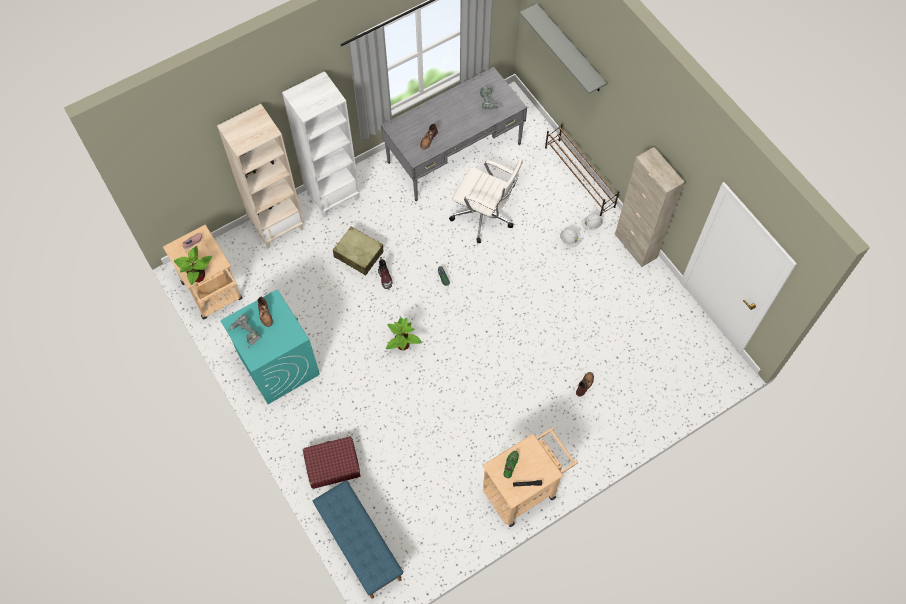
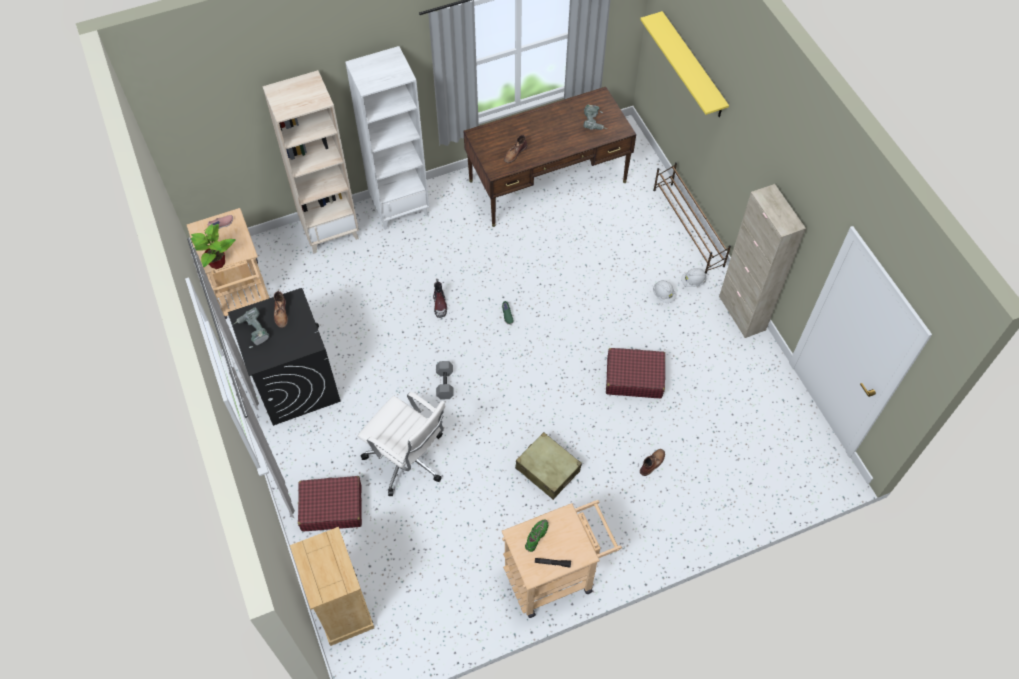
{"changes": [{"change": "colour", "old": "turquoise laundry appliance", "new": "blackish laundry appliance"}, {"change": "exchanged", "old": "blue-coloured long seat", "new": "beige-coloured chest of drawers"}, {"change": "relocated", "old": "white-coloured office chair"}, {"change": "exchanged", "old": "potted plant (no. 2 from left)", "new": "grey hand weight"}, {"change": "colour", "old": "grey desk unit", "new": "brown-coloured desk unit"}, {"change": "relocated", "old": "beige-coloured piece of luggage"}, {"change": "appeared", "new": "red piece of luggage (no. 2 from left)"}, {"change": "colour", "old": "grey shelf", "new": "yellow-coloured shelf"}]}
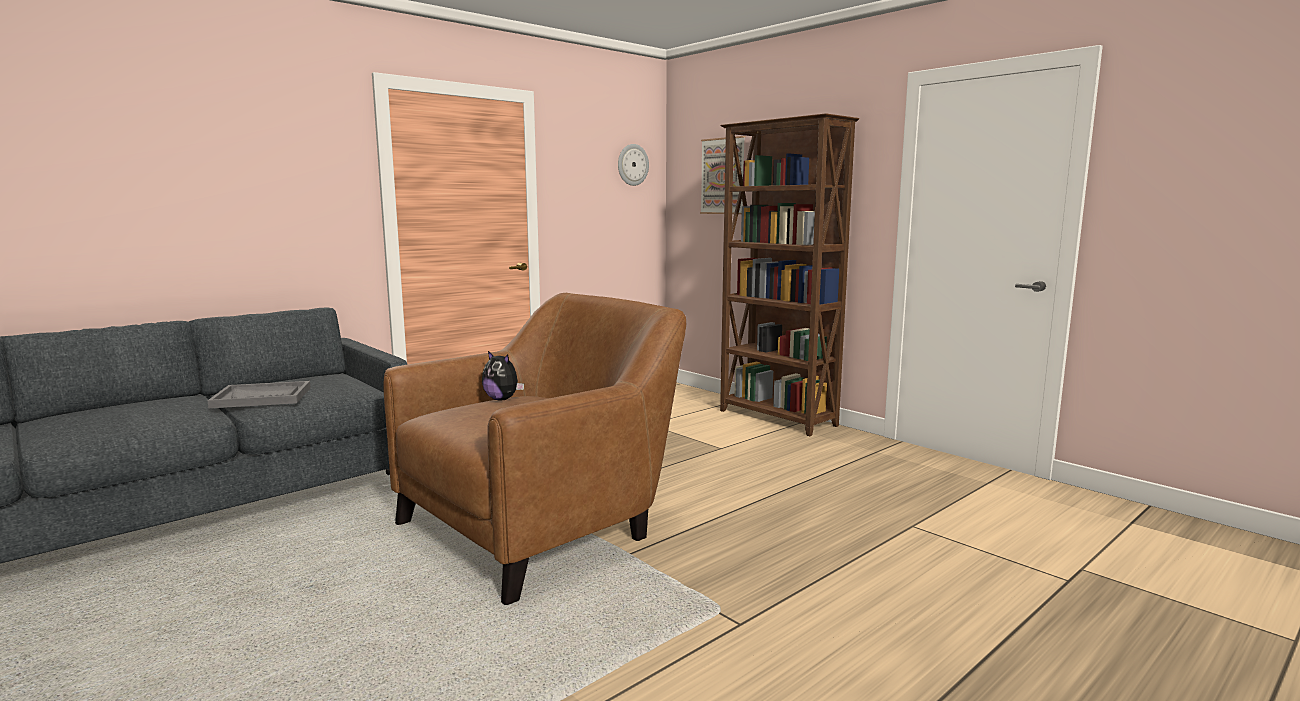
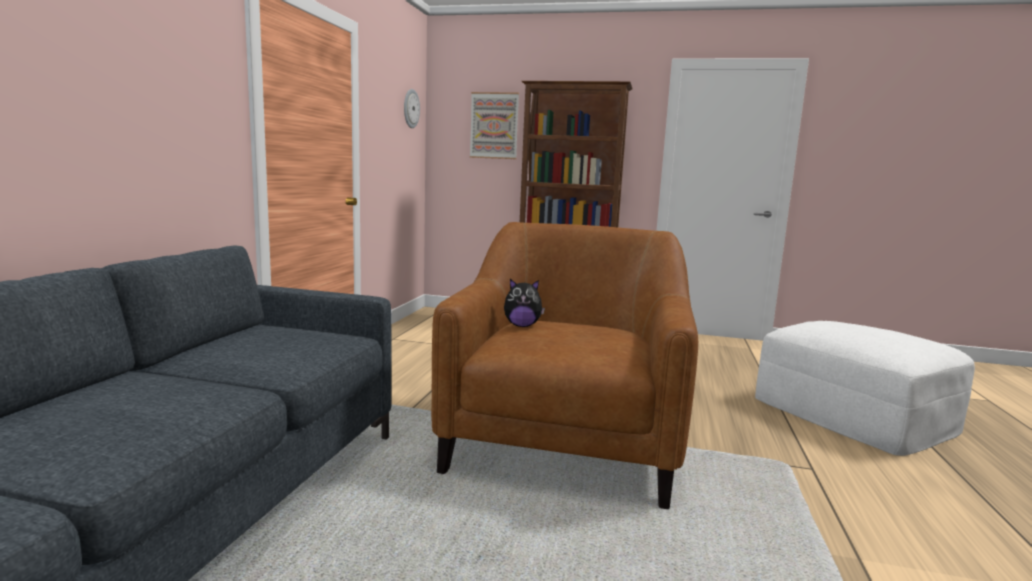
{"changes": [{"change": "appeared", "new": "white-coloured ottoman"}, {"change": "missing", "old": "grey serving tray"}]}
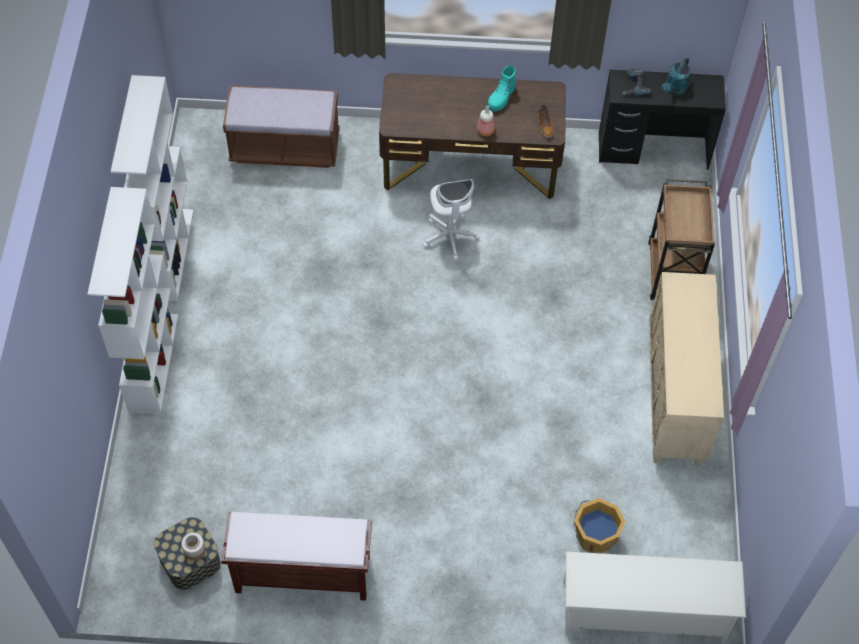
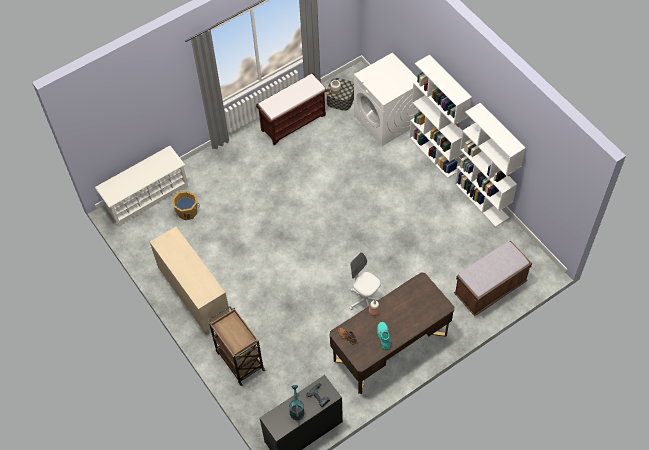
{"changes": [{"change": "appeared", "new": "white-coloured laundry appliance"}]}
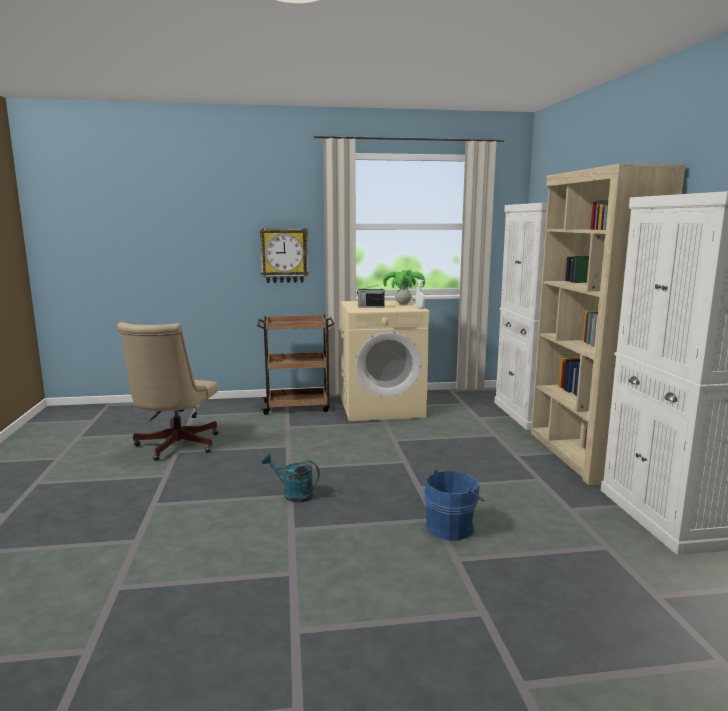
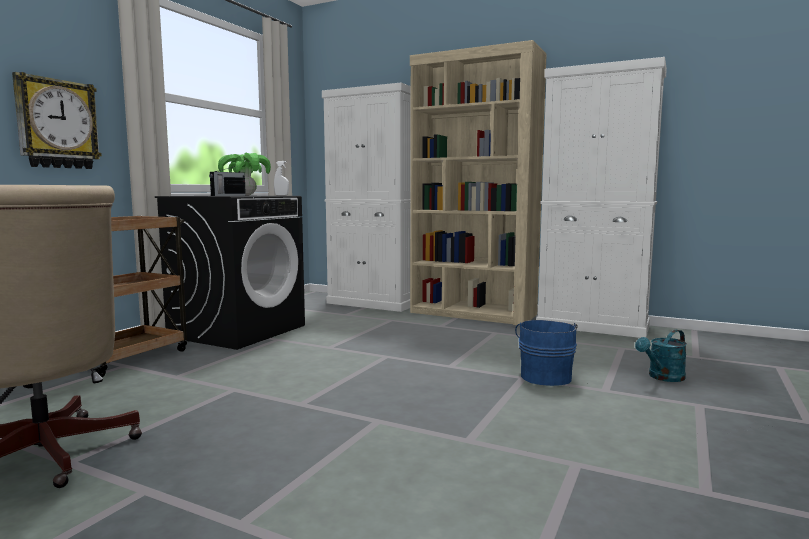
{"changes": [{"change": "colour", "old": "beige-coloured laundry appliance", "new": "blackish laundry appliance"}, {"change": "relocated", "old": "turquoise watering pot"}]}
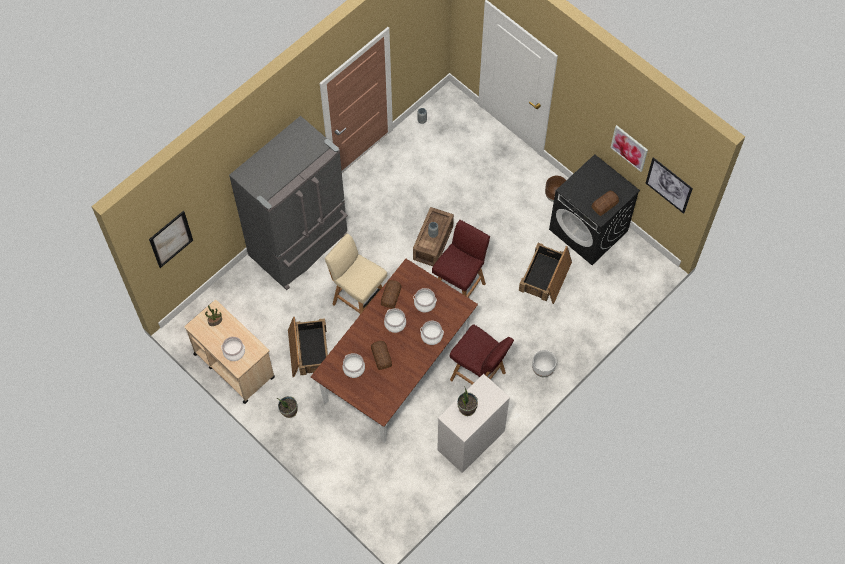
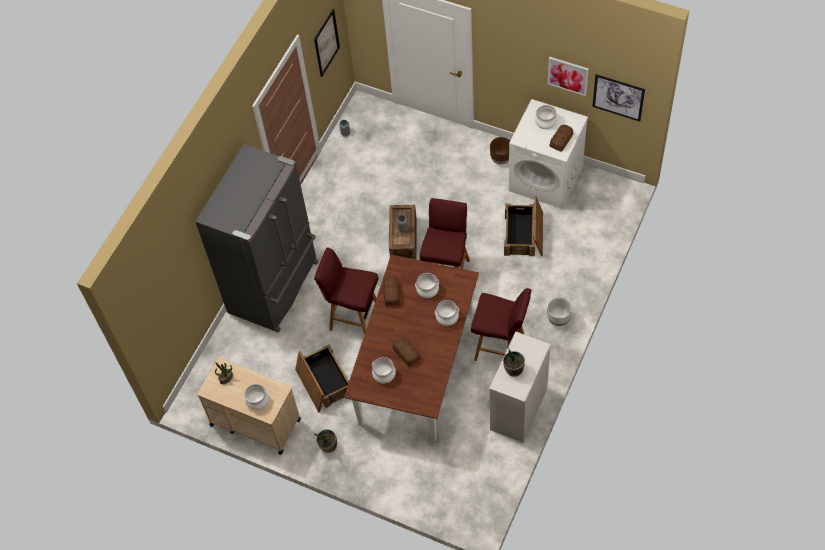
{"changes": [{"change": "relocated", "old": "wall picture (no. 1 from left)"}, {"change": "colour", "old": "beige-coloured stool", "new": "red stool (no. 1 from left)"}, {"change": "colour", "old": "blackish laundry appliance", "new": "white-coloured laundry appliance"}, {"change": "relocated", "old": "saucepot (no. 3 from left in the first image)", "new": "saucepot (no. 5 from left)"}]}
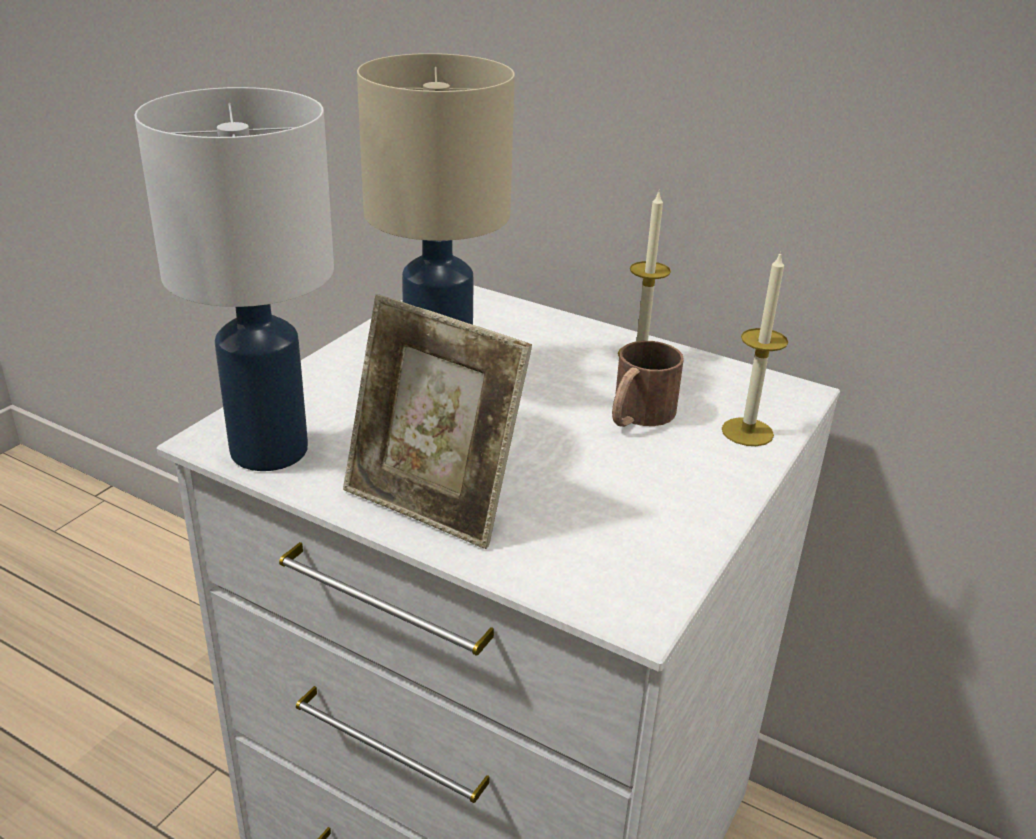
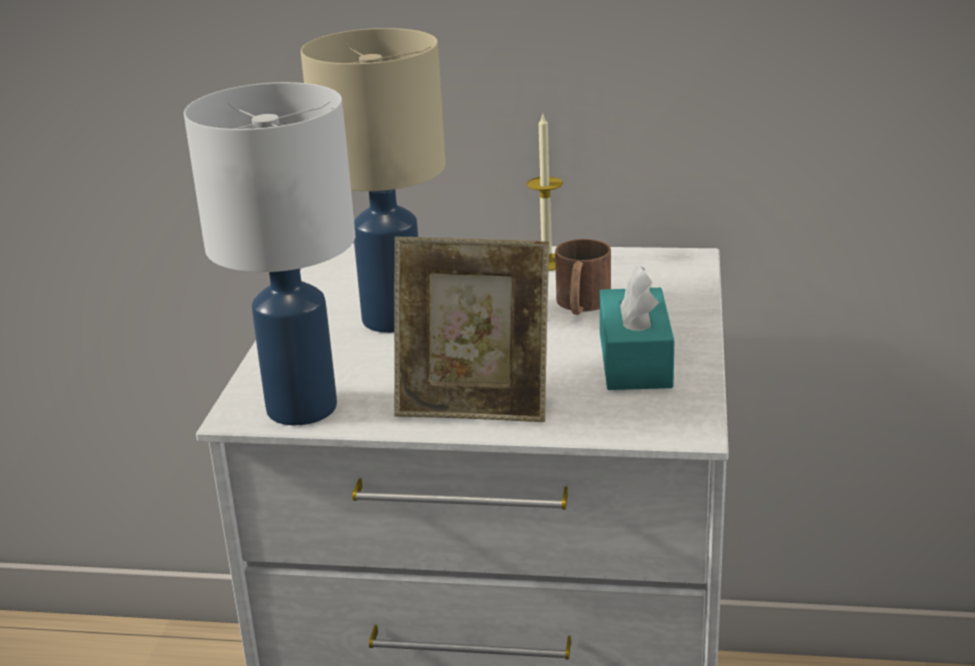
{"changes": [{"change": "appeared", "new": "turquoise box of tissues"}, {"change": "missing", "old": "candle (no. 2 from left)"}]}
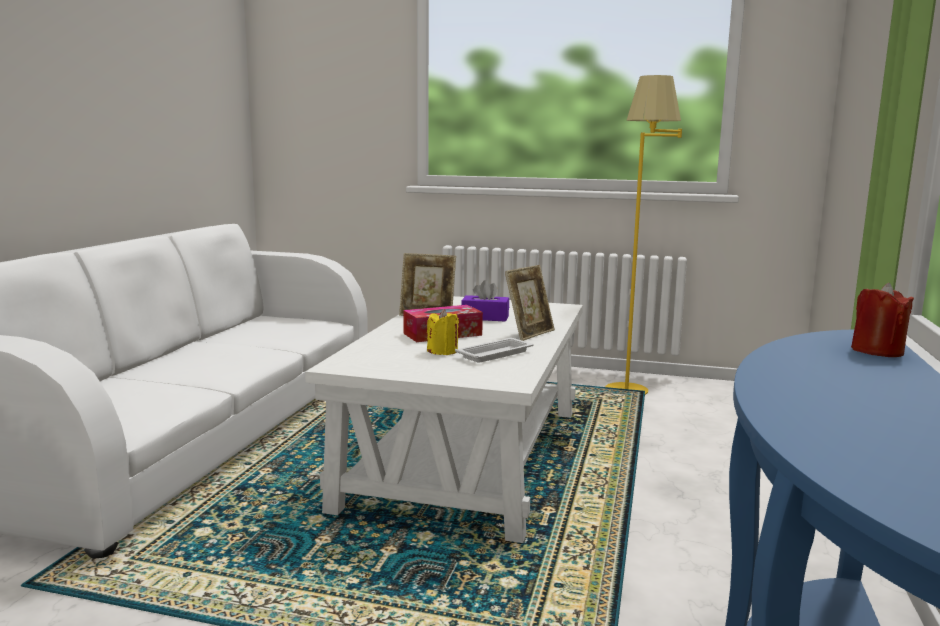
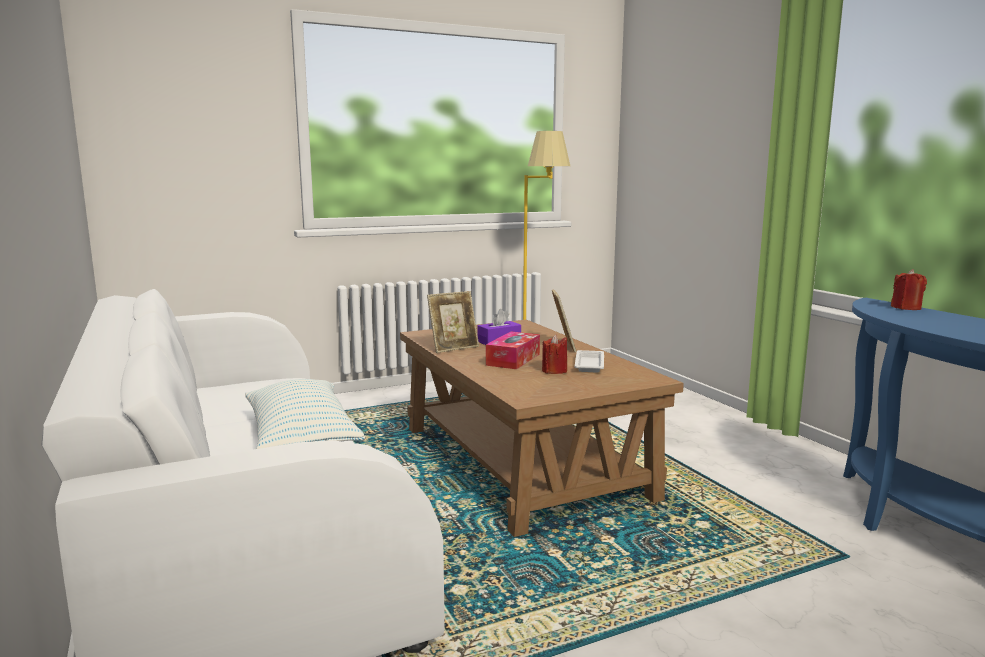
{"changes": [{"change": "appeared", "new": "pillow"}, {"change": "colour", "old": "white-coloured low table", "new": "brown-coloured low table"}, {"change": "colour", "old": "yellow-coloured candle", "new": "red candle (no. 1 from left)"}]}
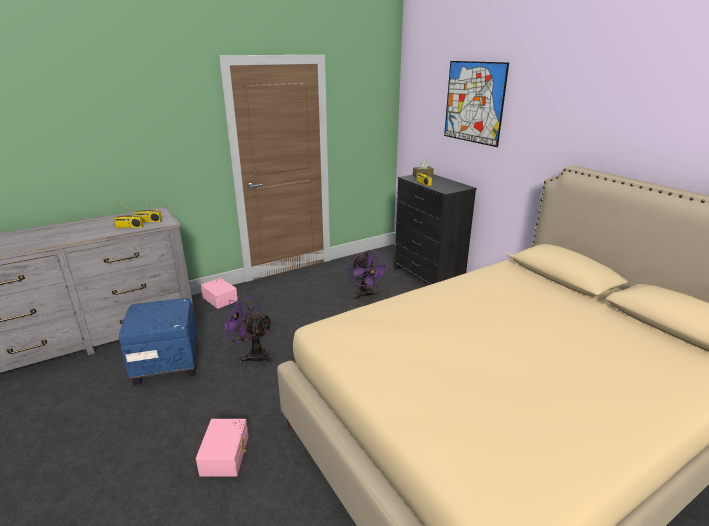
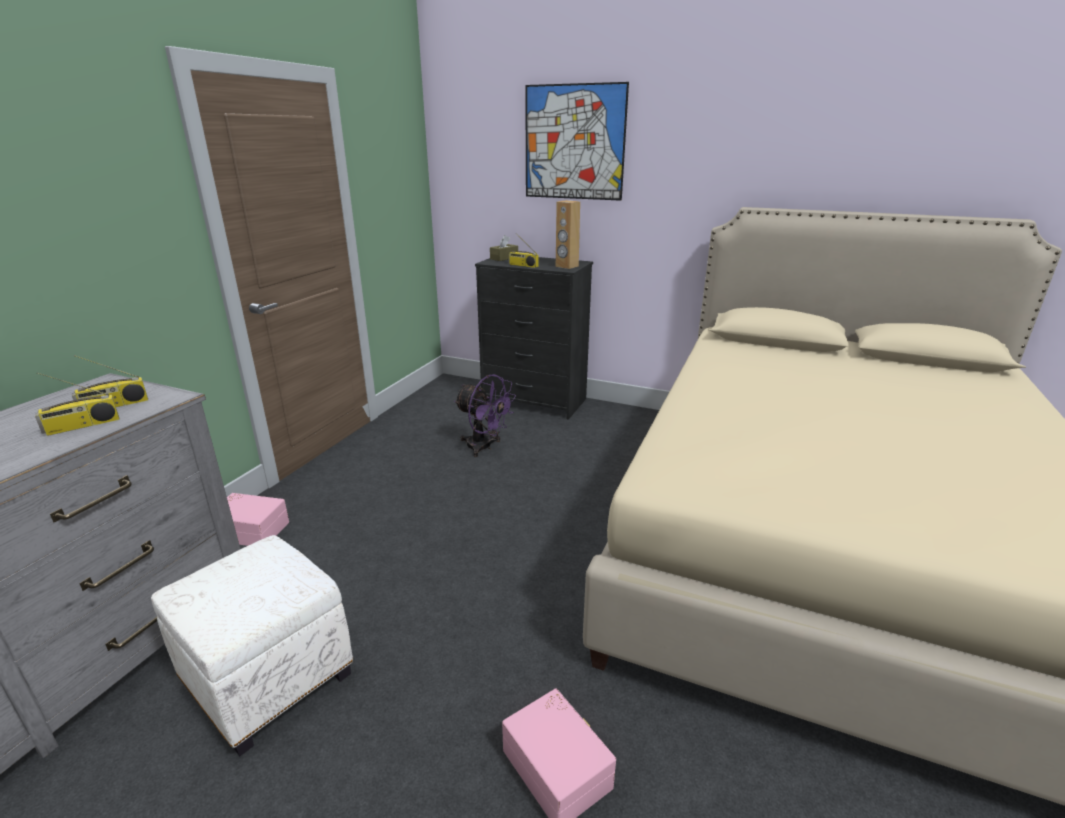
{"changes": [{"change": "colour", "old": "blue-coloured ottoman", "new": "white-coloured ottoman"}, {"change": "appeared", "new": "brown-coloured loudspeaker"}, {"change": "missing", "old": "purple cooling fan (no. 1 from left)"}]}
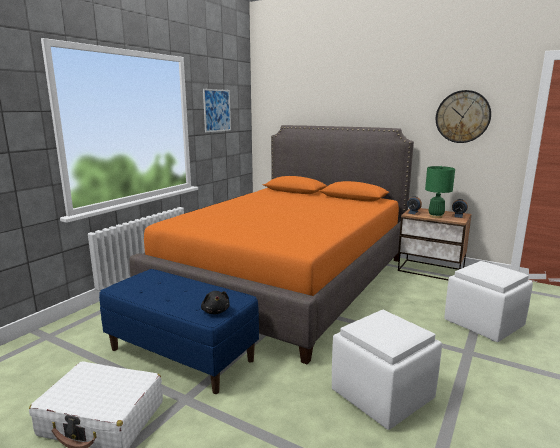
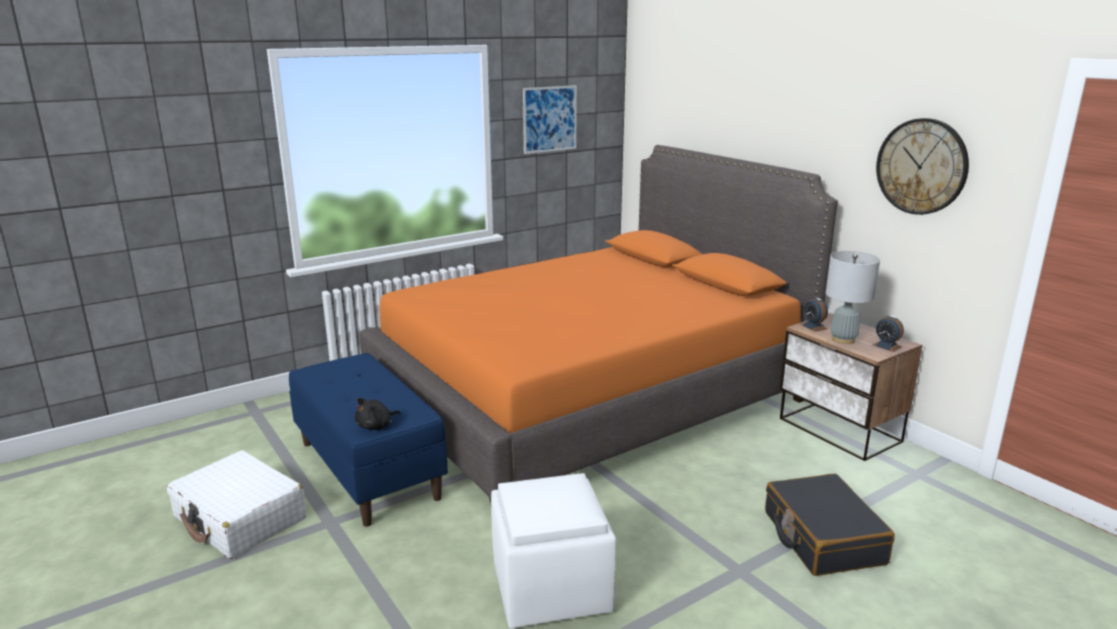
{"changes": [{"change": "spun", "old": "blackish cuddly toy", "degrees": 45}, {"change": "exchanged", "old": "white-coloured ottoman (no. 2 from left)", "new": "blackish piece of luggage"}, {"change": "colour", "old": "greenish tabletop lamp", "new": "grey tabletop lamp"}]}
